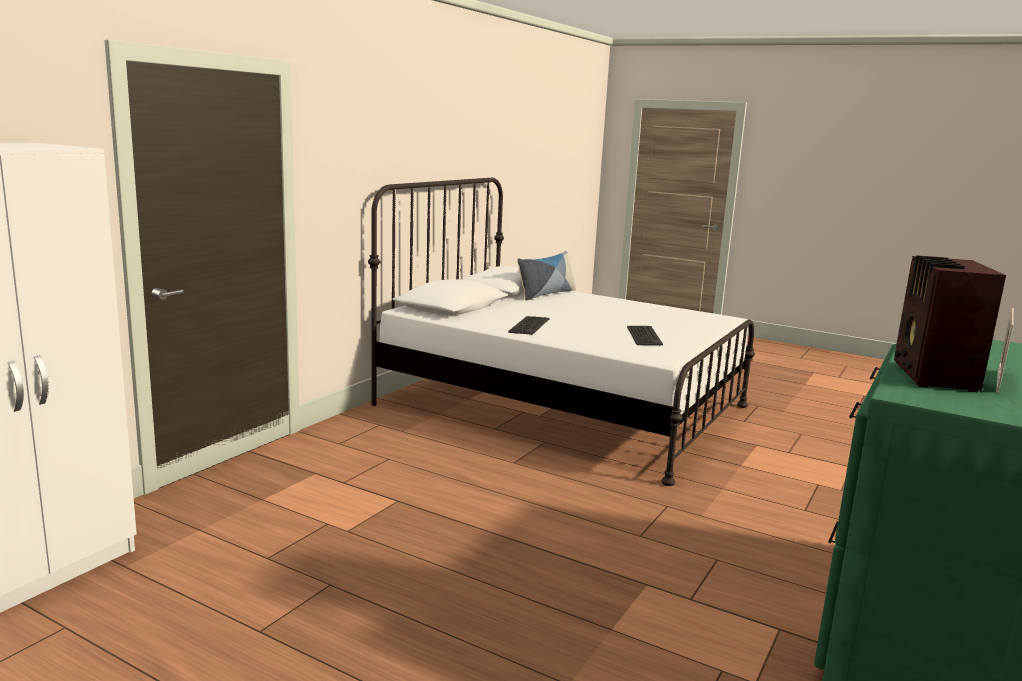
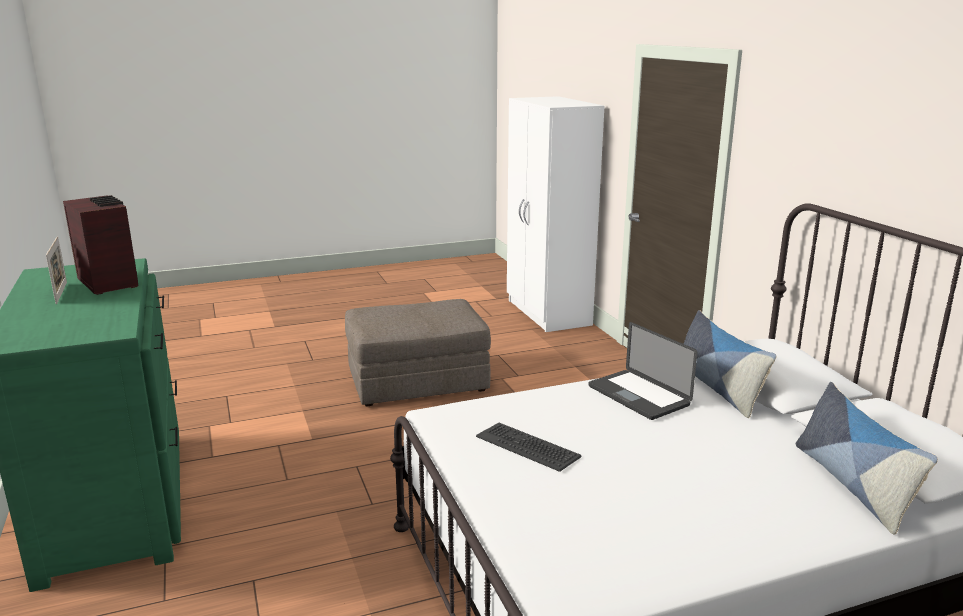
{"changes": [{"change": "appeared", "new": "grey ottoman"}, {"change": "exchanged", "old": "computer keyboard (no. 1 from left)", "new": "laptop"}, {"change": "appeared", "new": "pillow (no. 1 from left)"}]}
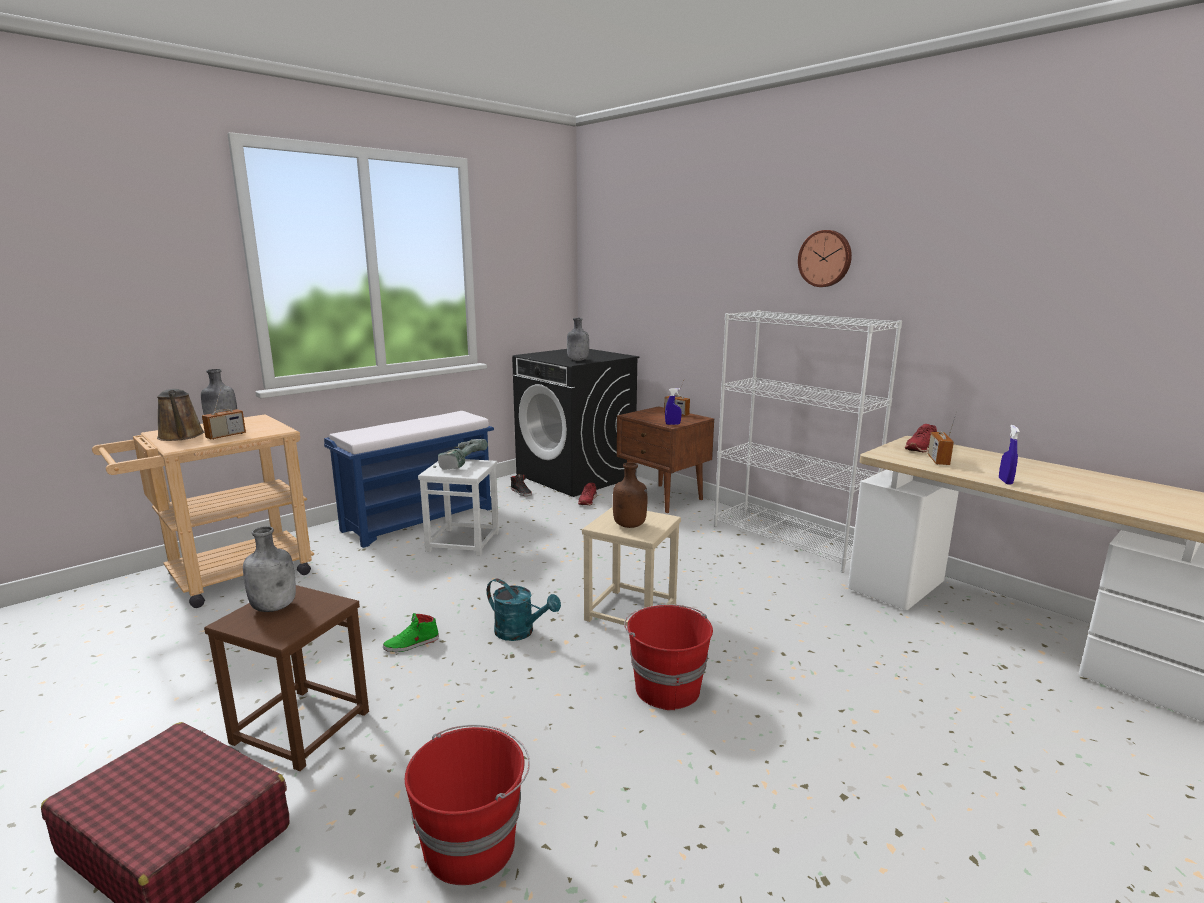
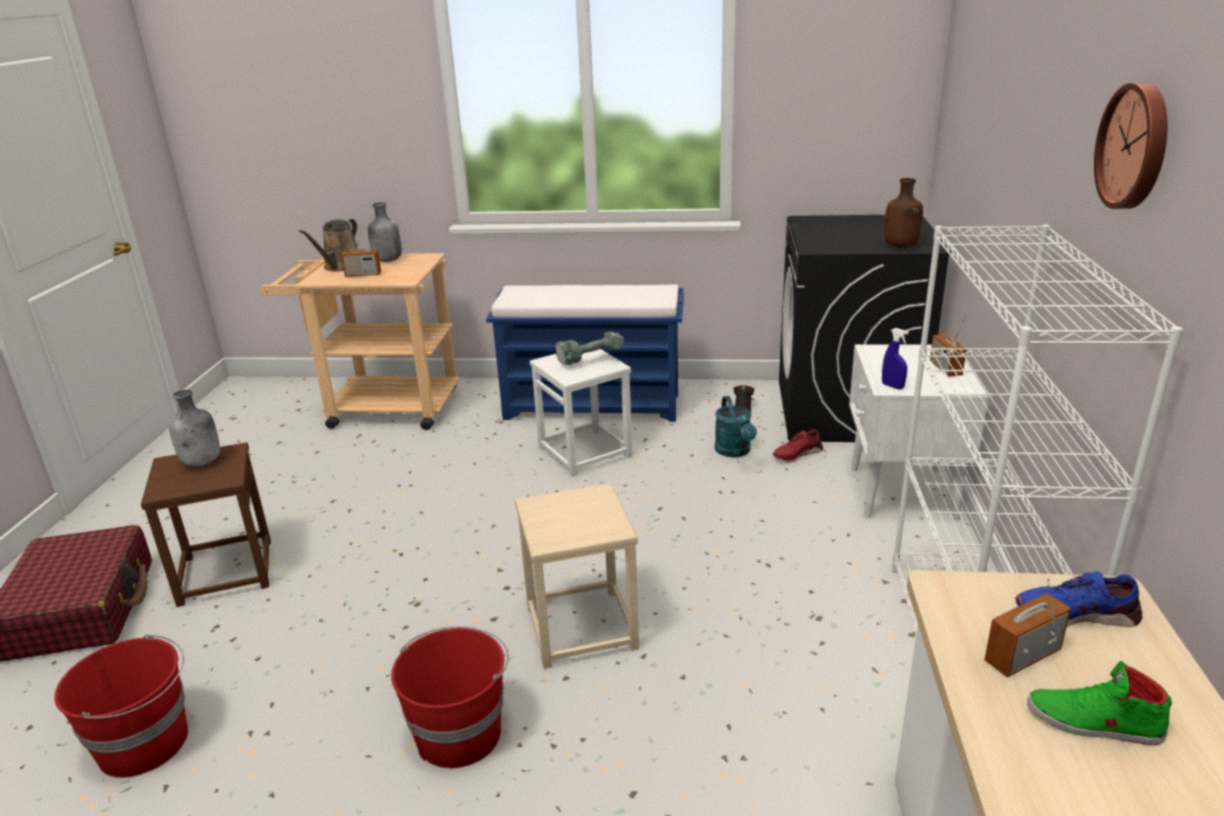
{"changes": [{"change": "relocated", "old": "turquoise watering pot"}, {"change": "colour", "old": "brown-coloured nightstand", "new": "white-coloured nightstand"}, {"change": "relocated", "old": "brown-coloured drink bottle"}, {"change": "colour", "old": "red item of footwear (no. 2 from left)", "new": "blue-coloured item of footwear"}, {"change": "relocated", "old": "greenish item of footwear"}, {"change": "missing", "old": "grey drink bottle (no. 3 from left)"}, {"change": "missing", "old": "blue-coloured spray bottle (no. 2 from left)"}]}
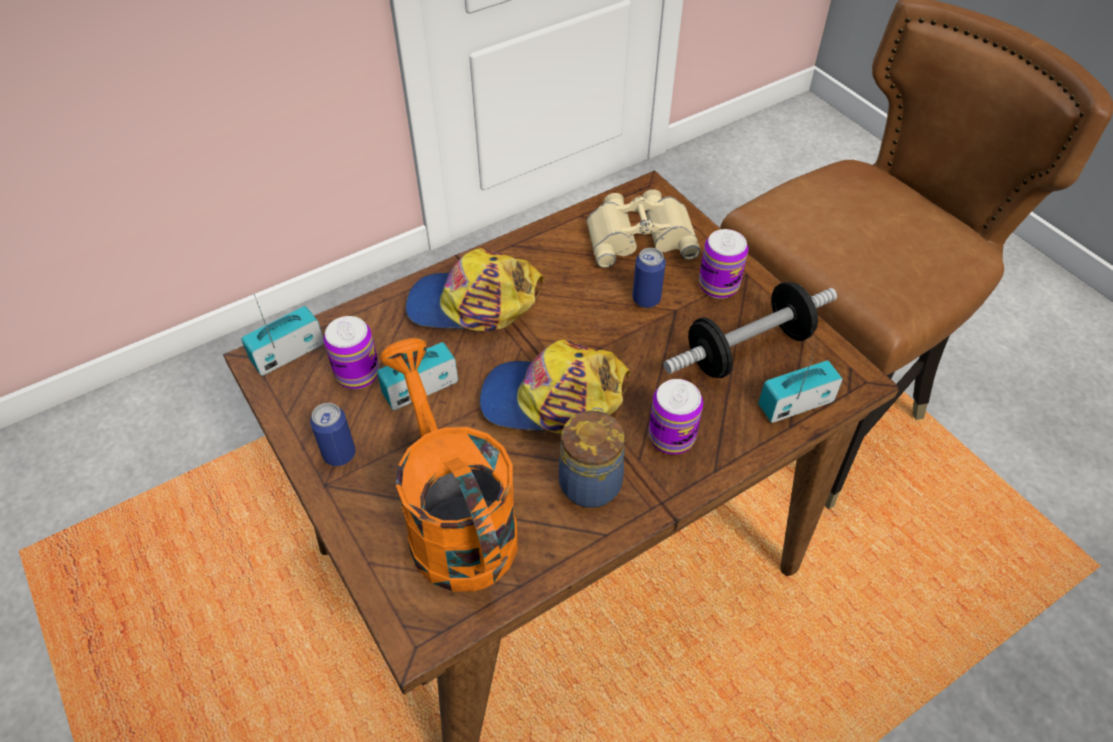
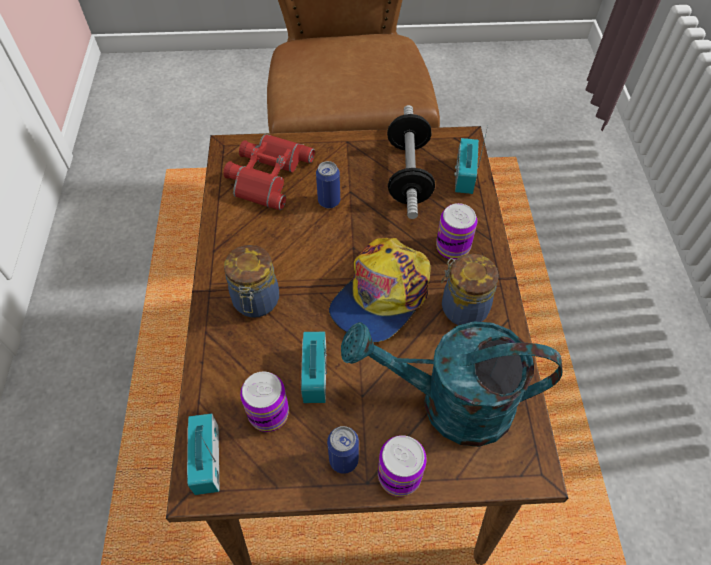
{"changes": [{"change": "colour", "old": "beige-coloured binoculars", "new": "red binoculars"}, {"change": "exchanged", "old": "peaked cap (no. 1 from left)", "new": "jar (no. 1 from left)"}, {"change": "colour", "old": "orange-coloured watering pot", "new": "turquoise watering pot"}, {"change": "relocated", "old": "metal can (no. 5 from left in the first image)", "new": "metal can (no. 4 from left)"}]}
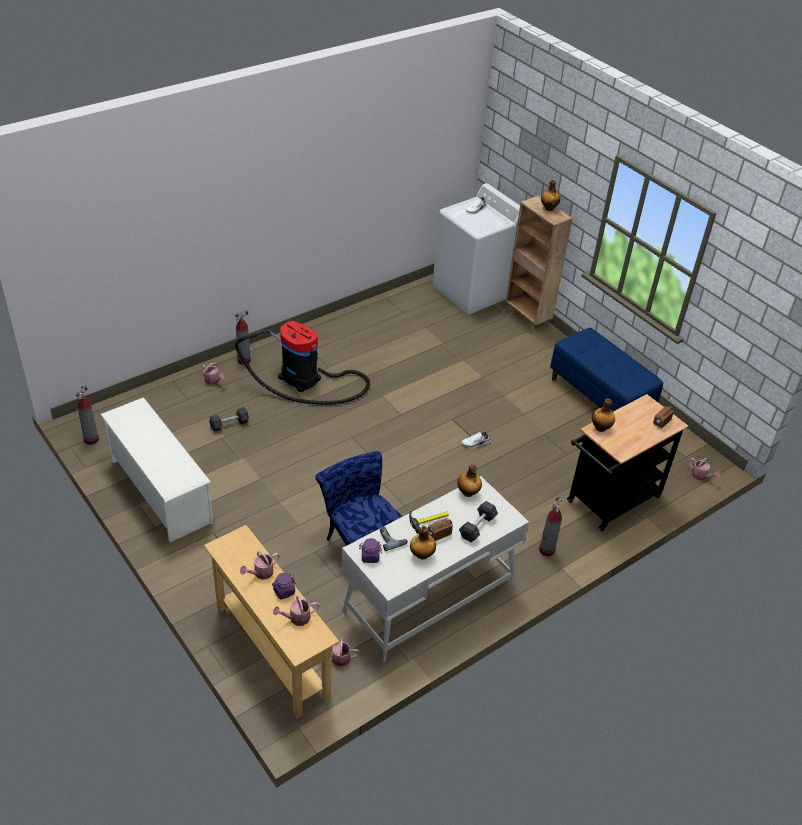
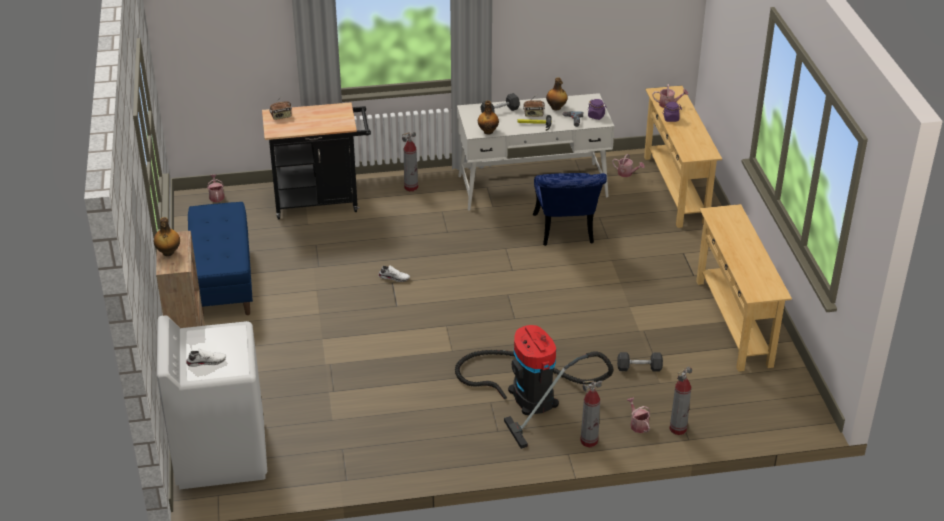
{"changes": [{"change": "relocated", "old": "extinguisher (no. 1 from left in the first image)", "new": "extinguisher (no. 3 from left)"}, {"change": "exchanged", "old": "white-coloured shoe rack", "new": "beige-coloured narrow table (no. 2 from left)"}, {"change": "missing", "old": "watering pot (no. 2 from left)"}, {"change": "missing", "old": "drink bottle (no. 4 from left)"}]}
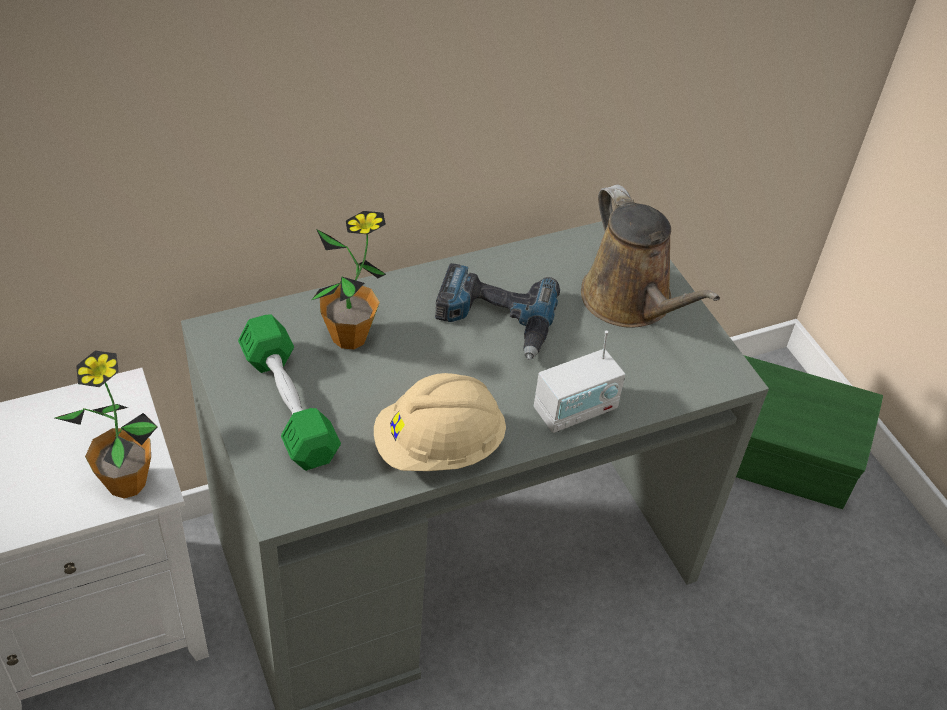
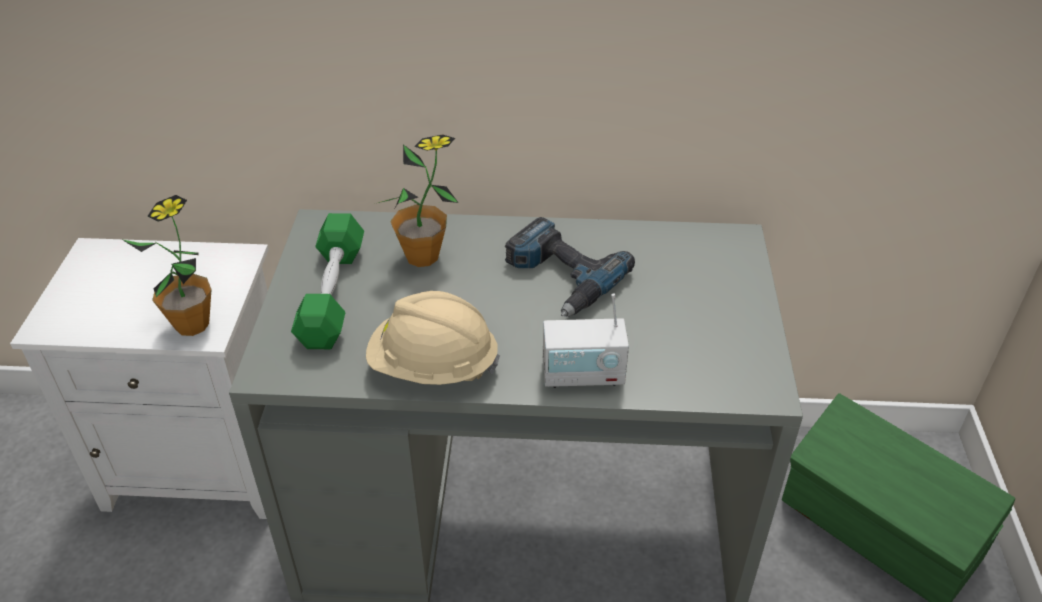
{"changes": [{"change": "missing", "old": "brown-coloured watering pot"}]}
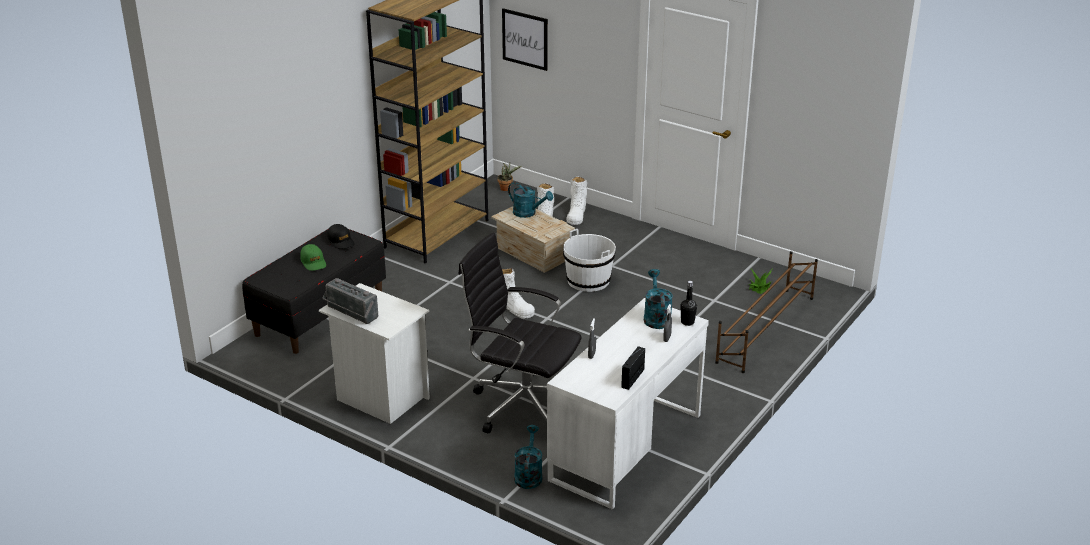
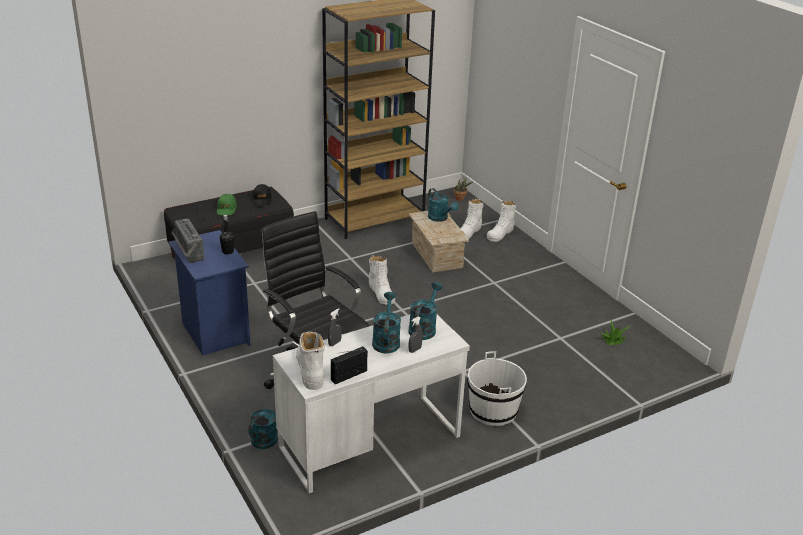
{"changes": [{"change": "colour", "old": "white-coloured nightstand", "new": "blue-coloured nightstand"}, {"change": "relocated", "old": "blackish drink bottle"}, {"change": "appeared", "new": "white-coloured tall boot (no. 1 from left)"}, {"change": "appeared", "new": "turquoise watering pot (no. 2 from left)"}, {"change": "relocated", "old": "white-coloured water bucket"}, {"change": "missing", "old": "wall picture"}, {"change": "missing", "old": "brown-coloured shoe rack"}]}
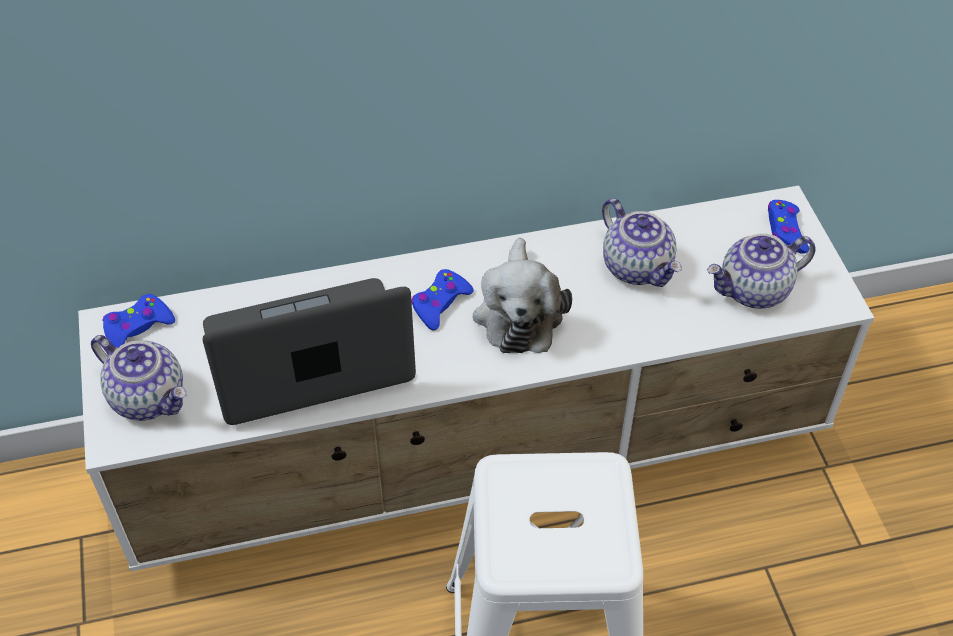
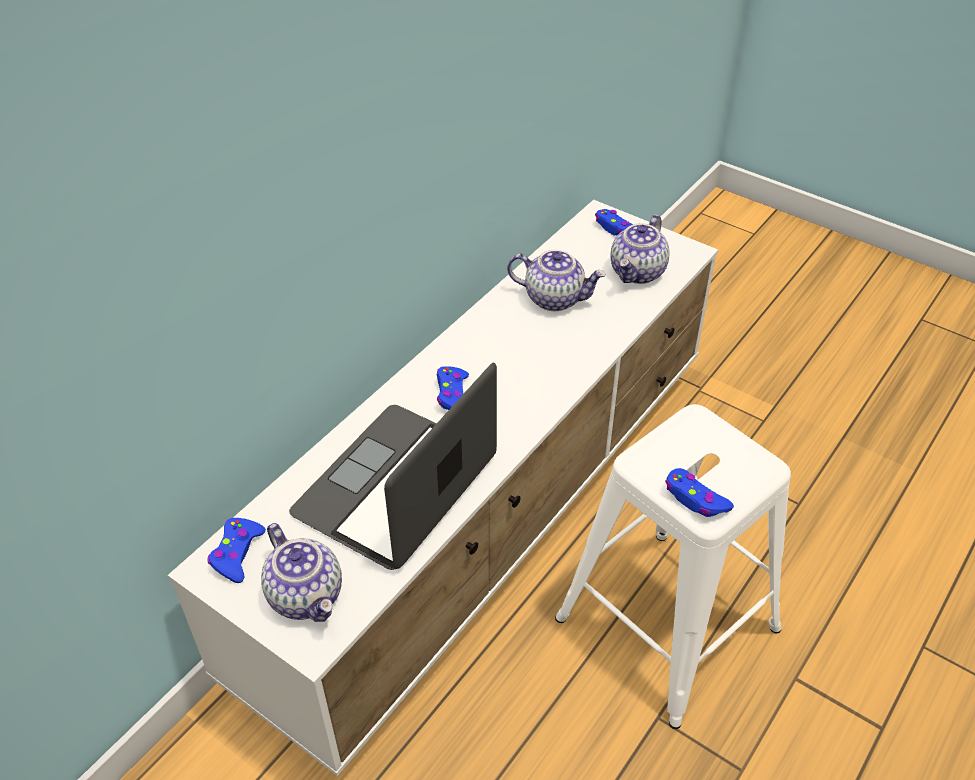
{"changes": [{"change": "spun", "old": "teapot (no. 1 from left)", "degrees": 60}, {"change": "appeared", "new": "blue-coloured game controller (no. 4 from left)"}, {"change": "missing", "old": "cuddly toy"}]}
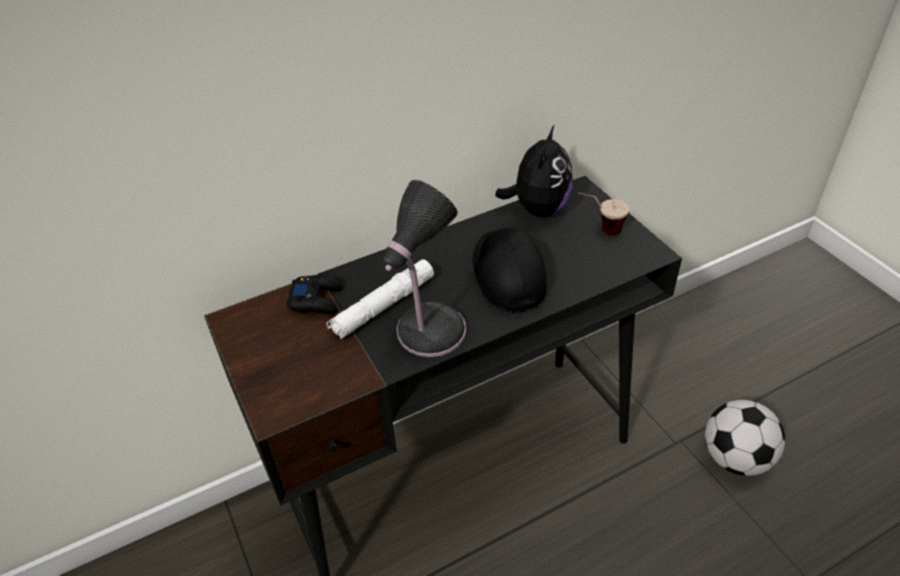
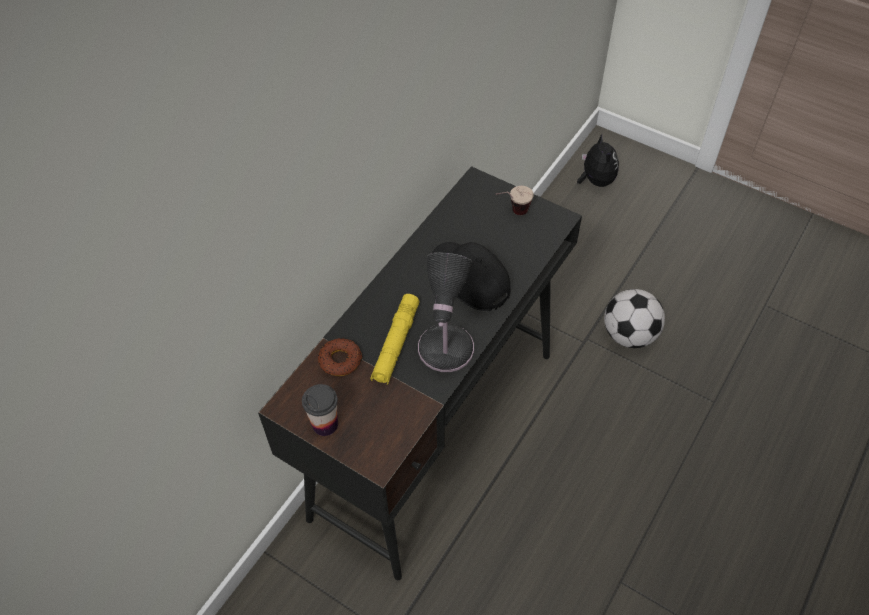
{"changes": [{"change": "appeared", "new": "small cup (no. 1 from left)"}, {"change": "exchanged", "old": "blackish game controller", "new": "ring doughnut"}, {"change": "colour", "old": "white-coloured torch", "new": "yellow-coloured torch"}, {"change": "relocated", "old": "cuddly toy"}]}
